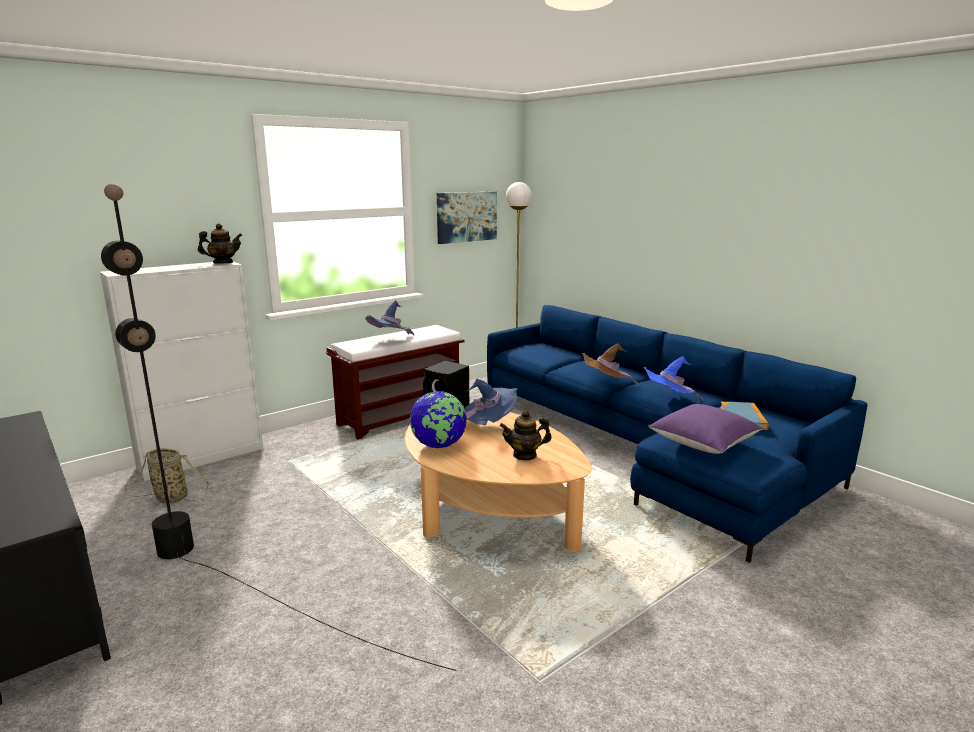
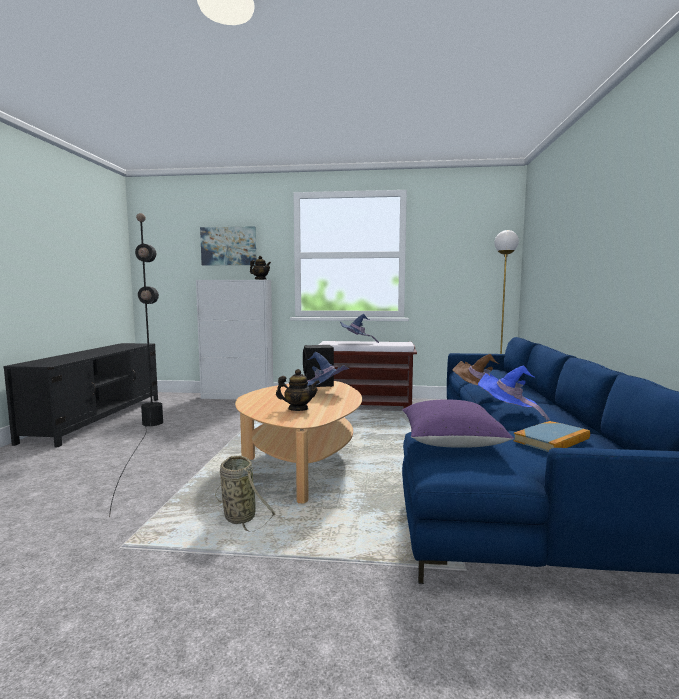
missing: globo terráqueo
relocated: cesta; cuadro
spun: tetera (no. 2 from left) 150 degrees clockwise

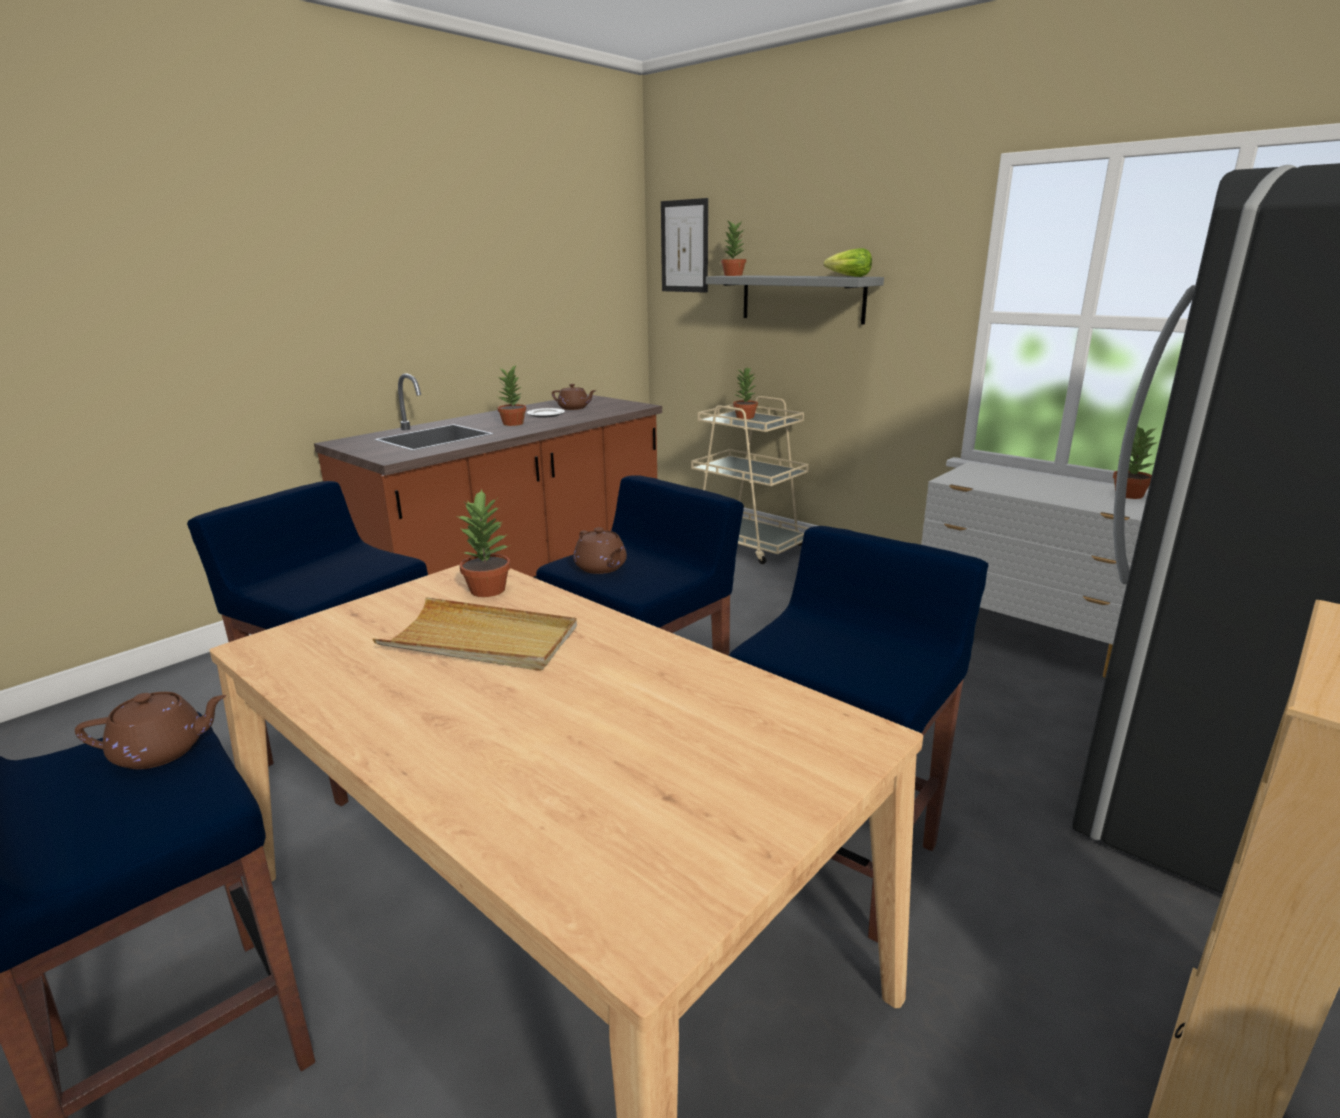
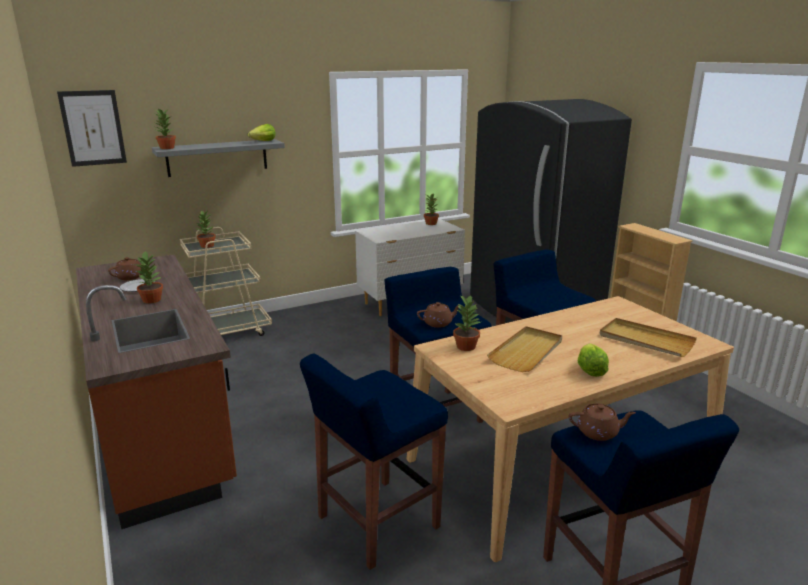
appeared: lechuga (no. 2 from left); bandeja [beis] (no. 2 from left)
spun: tetera [marrón] (no. 1 from left in the first image) 90 degrees clockwise

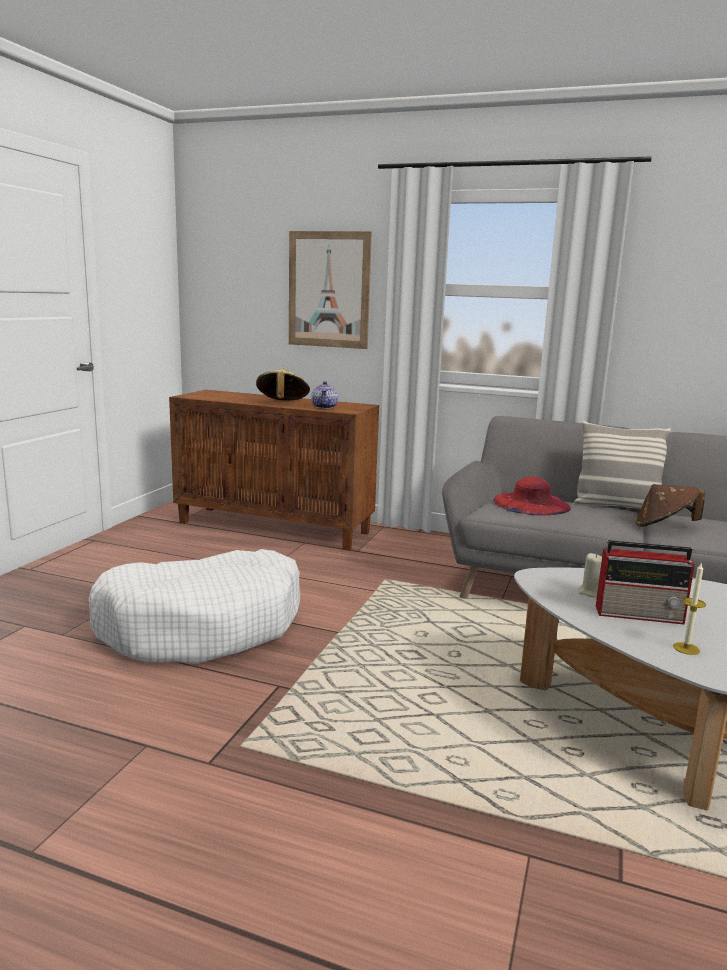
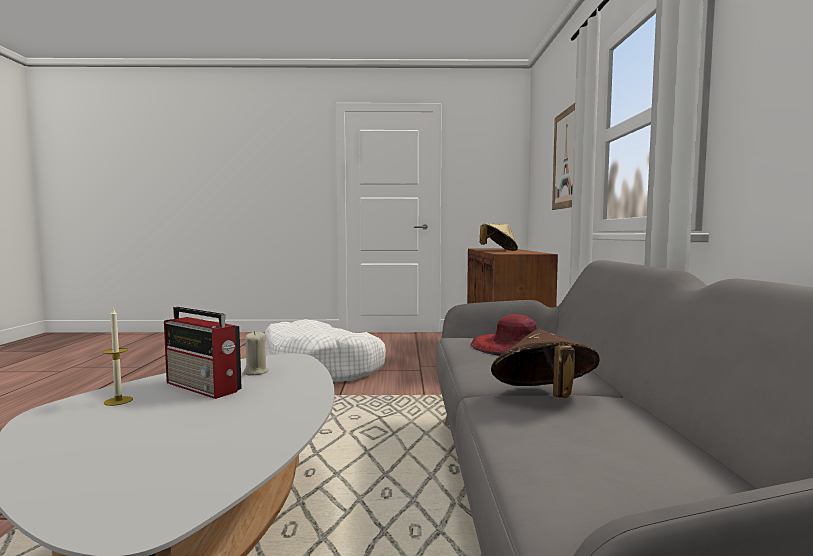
missing: tetera; cojín
spun: radio 45 degrees counterclockwise

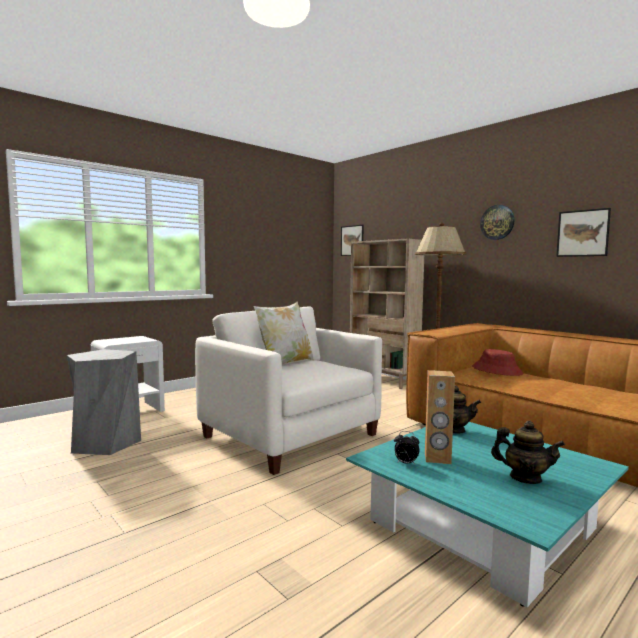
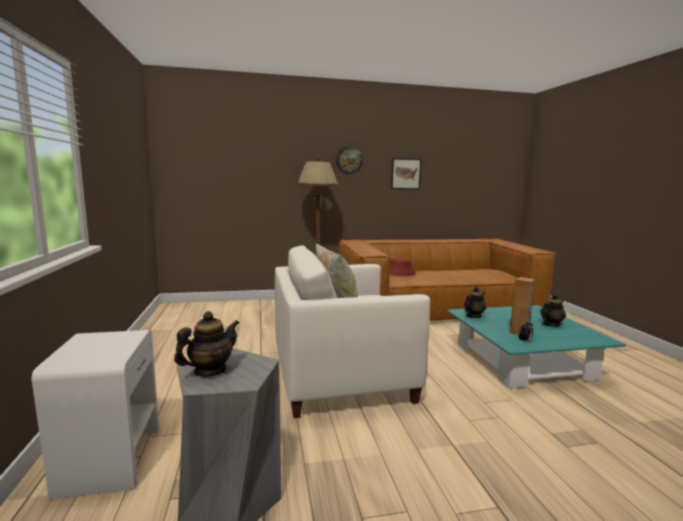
missing: cuadro (no. 1 from left); estantería [beis]
appeared: tetera (no. 1 from left)

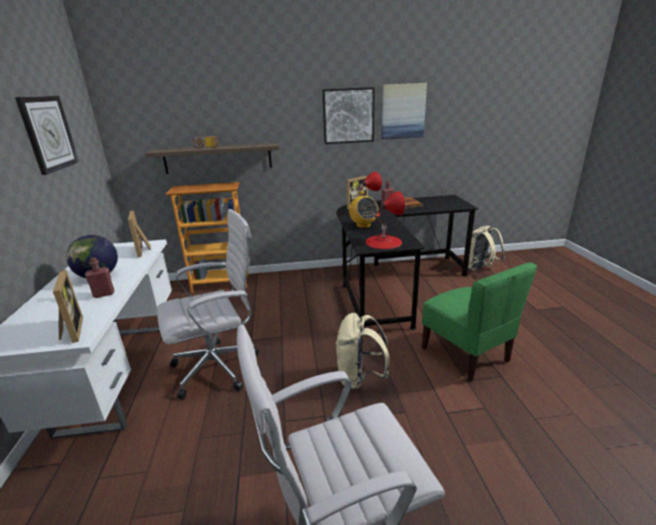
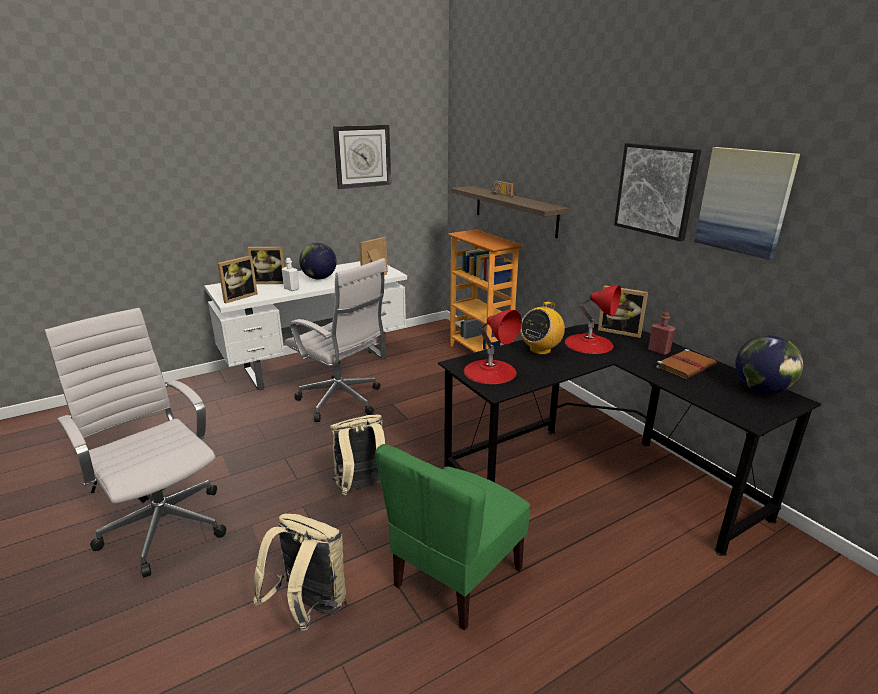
appeared: portarretratos (no. 2 from left); globo terráqueo (no. 2 from left)
relocated: mochila [beis] (no. 2 from left in the first image) to mochila [beis] (no. 1 from left)
colour: botella [rojo] (no. 1 from left) to botella [blanco]

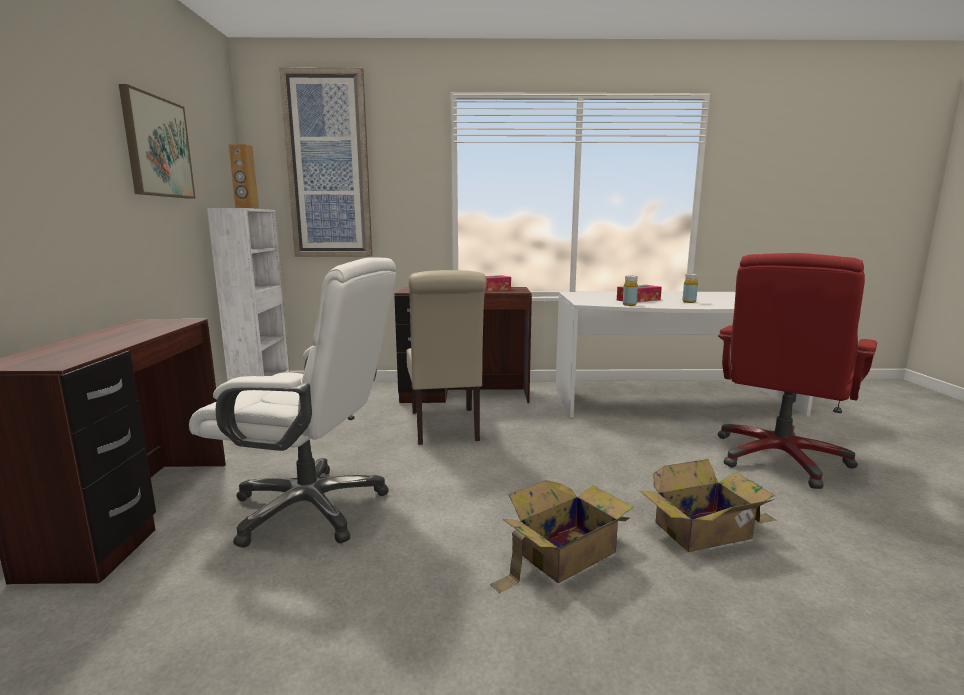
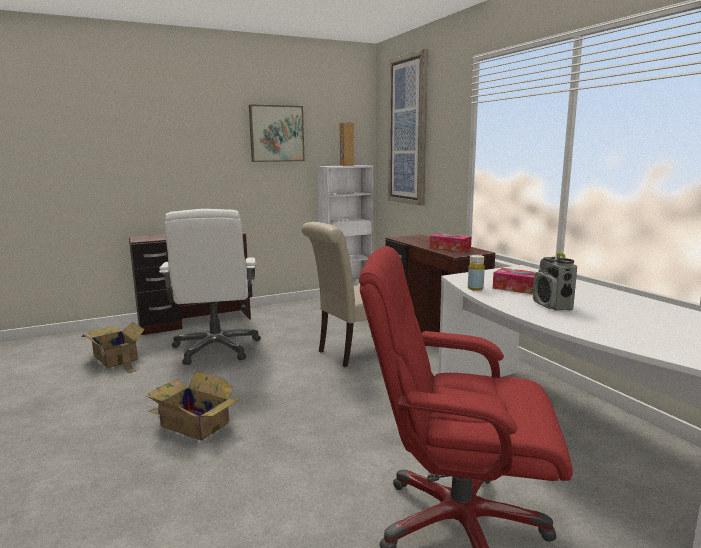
relocated: caja de cartón (no. 2 from left in the first image) to caja de cartón (no. 1 from left)
exchanged: botella [amarillo] (no. 2 from left) to radio

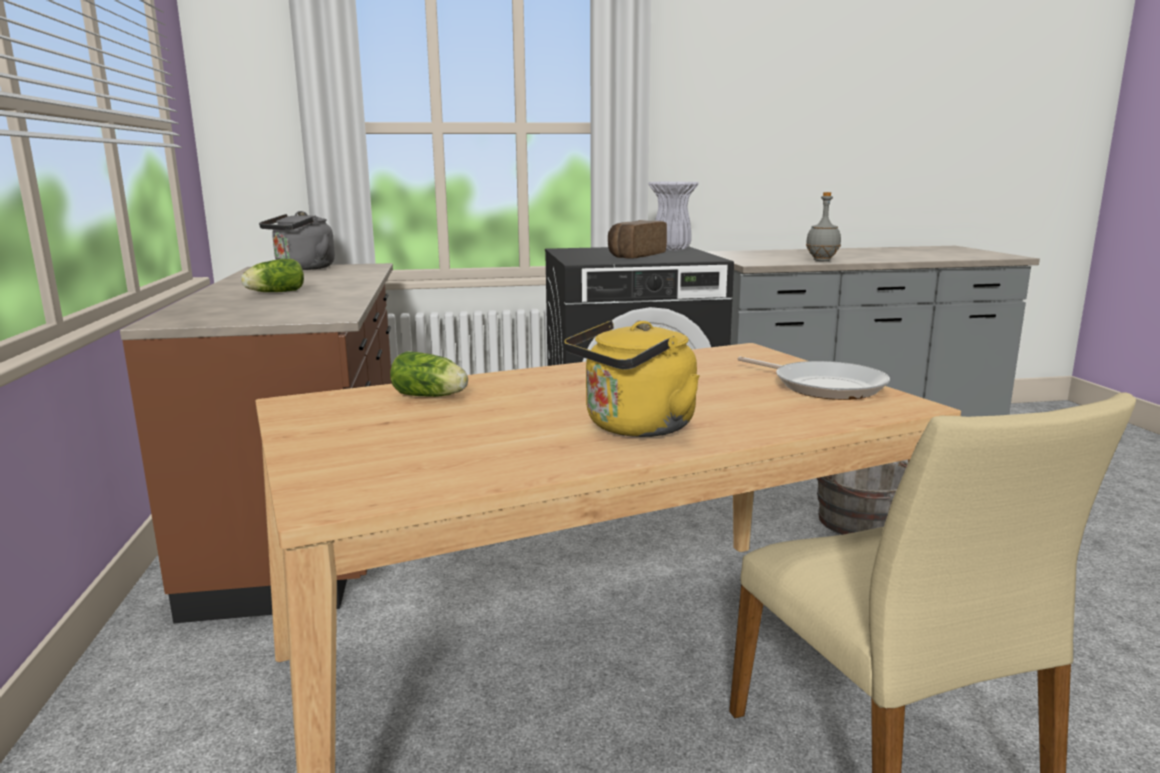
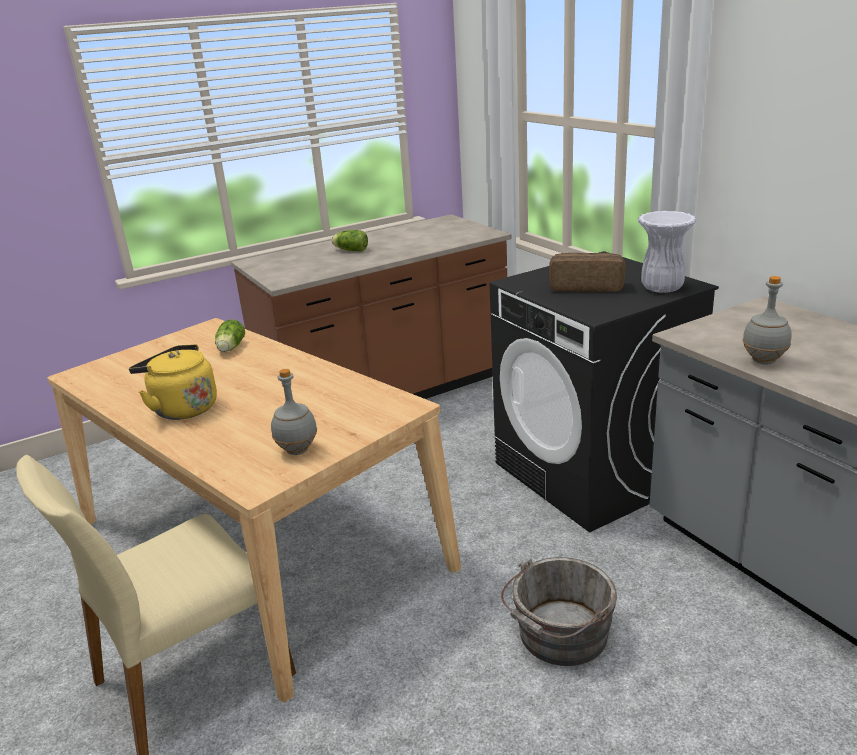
missing: hervidor [gris]
exchanged: sartén to botella [gris] (no. 1 from left)

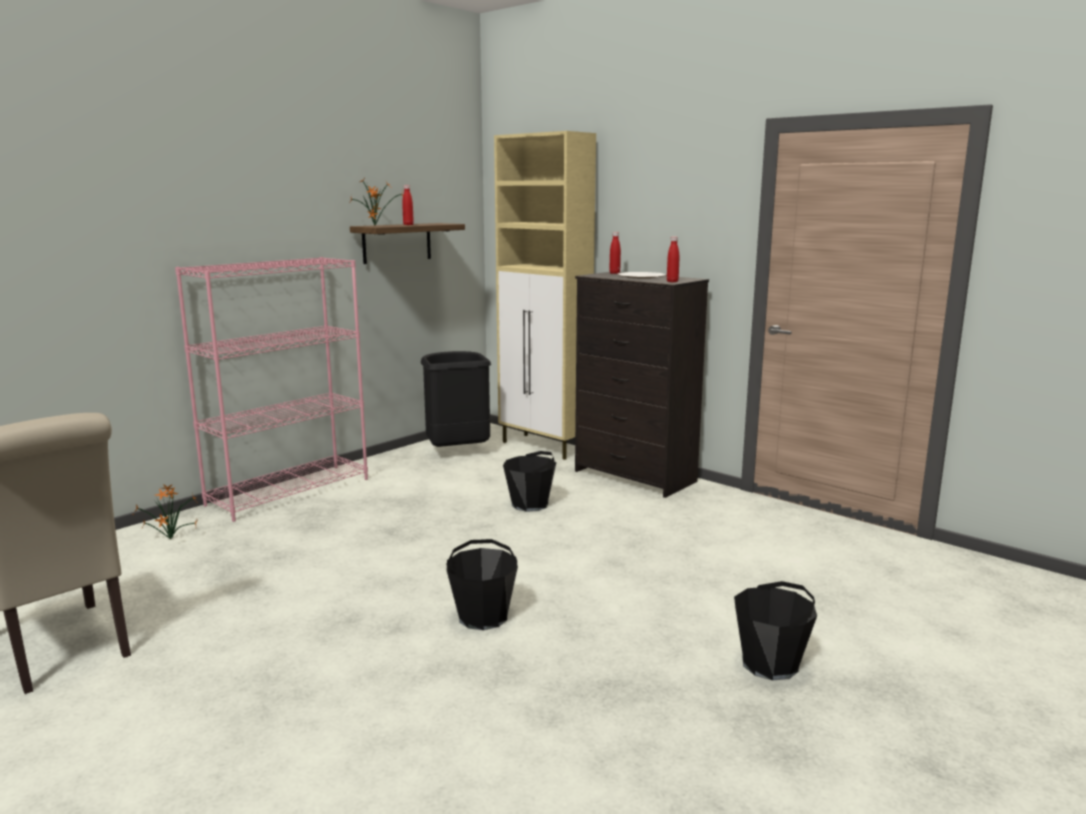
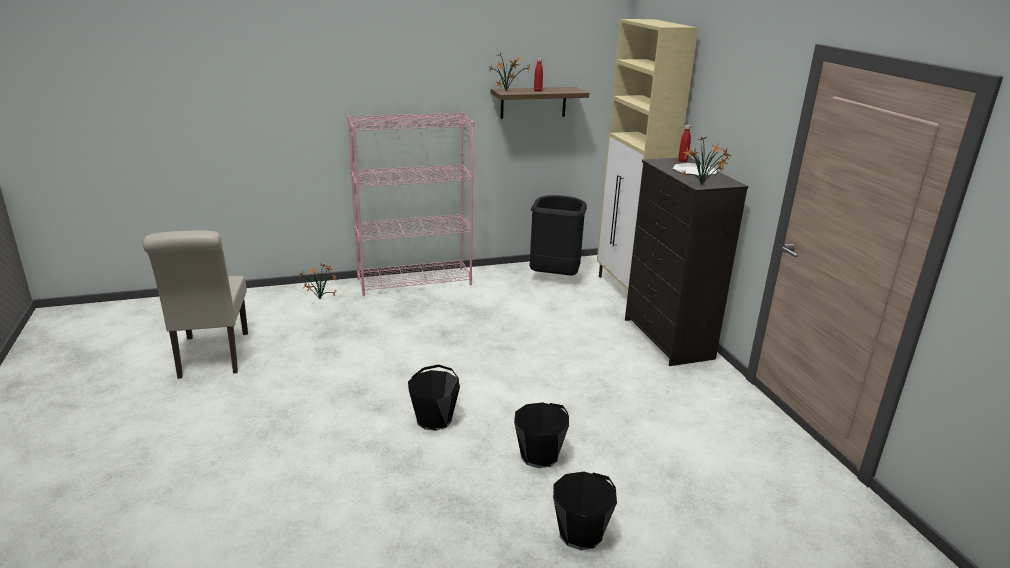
relocated: cubo [negro] (no. 2 from left)
exchanged: botella [rojo] (no. 3 from left) to planta en maceta (no. 3 from left)

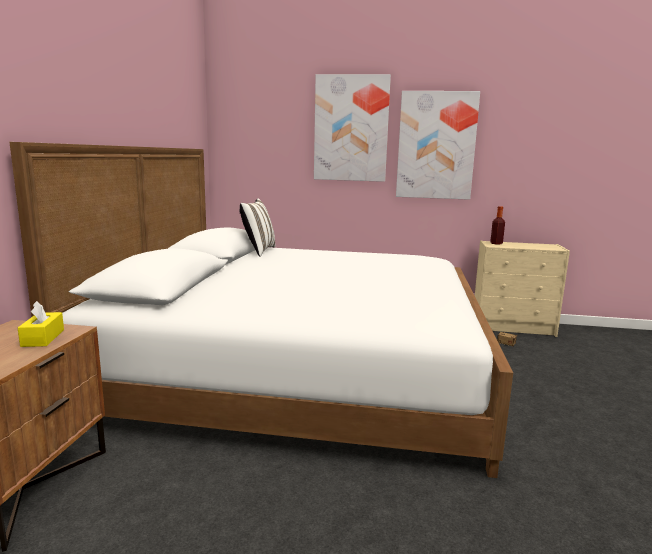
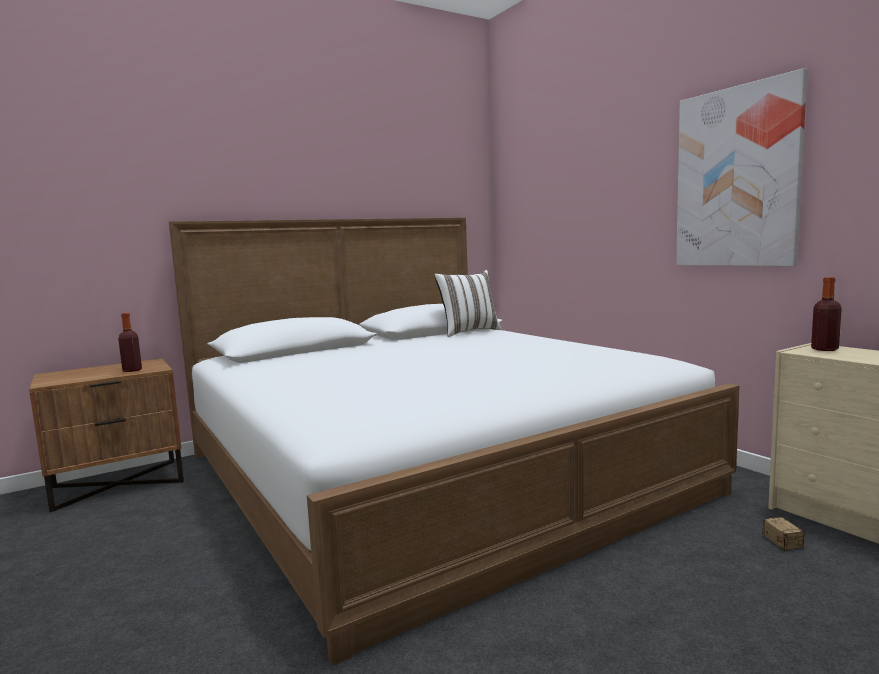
missing: cuadro (no. 1 from left)
exchanged: caja de pañuelos [amarillo] to botella (no. 1 from left)

